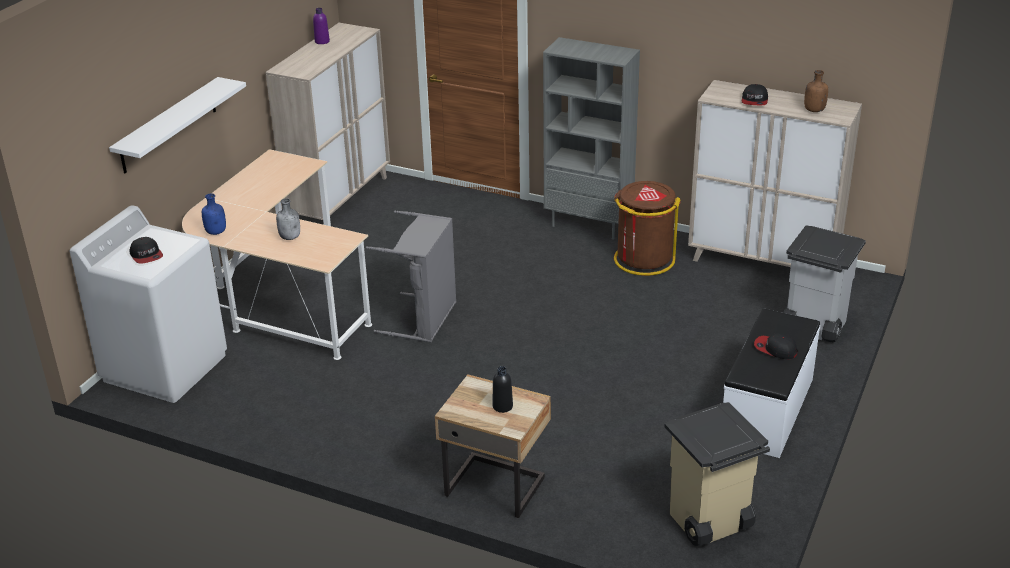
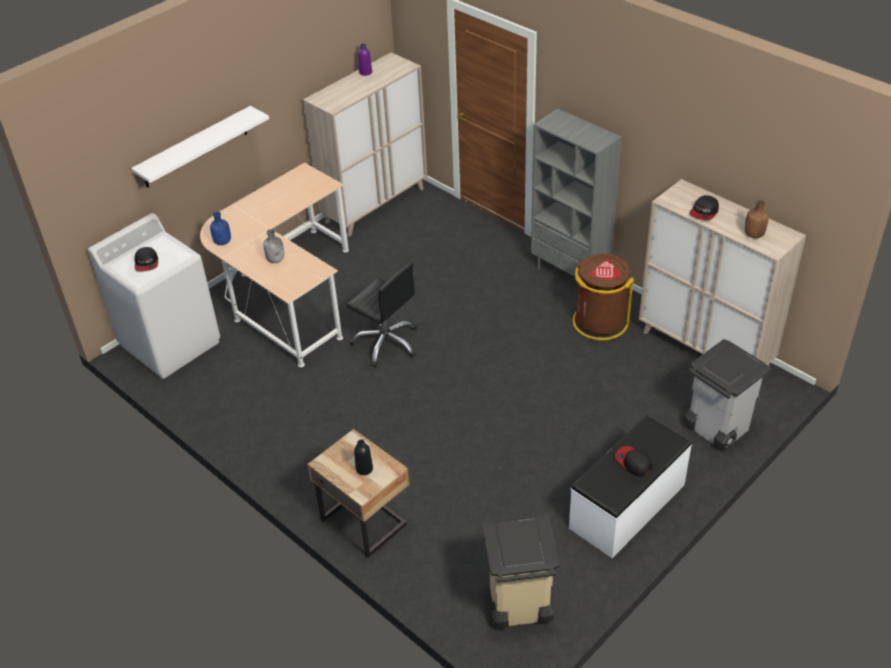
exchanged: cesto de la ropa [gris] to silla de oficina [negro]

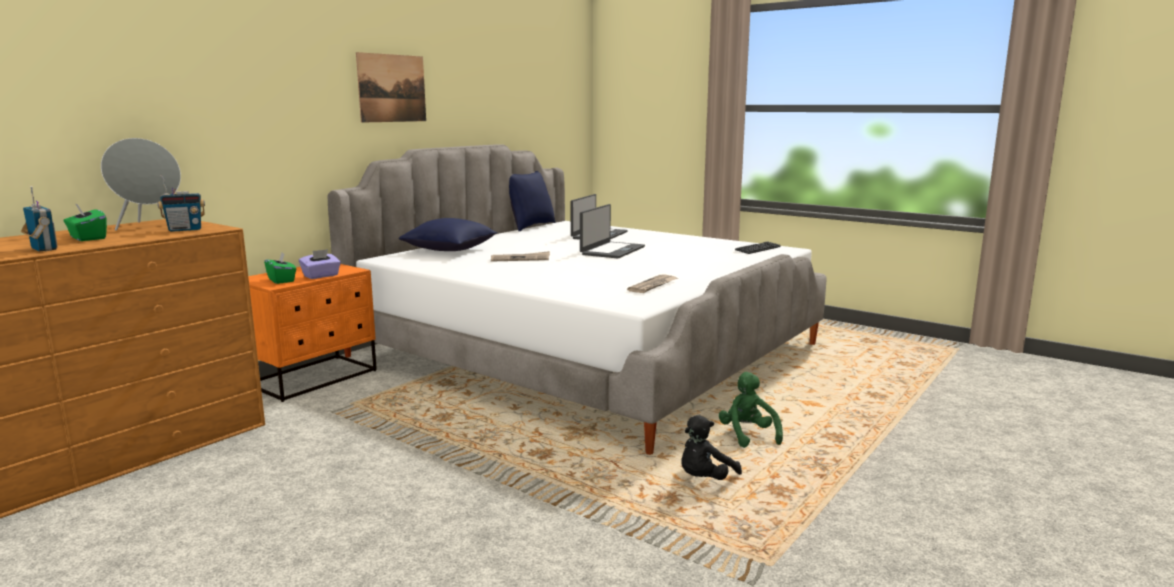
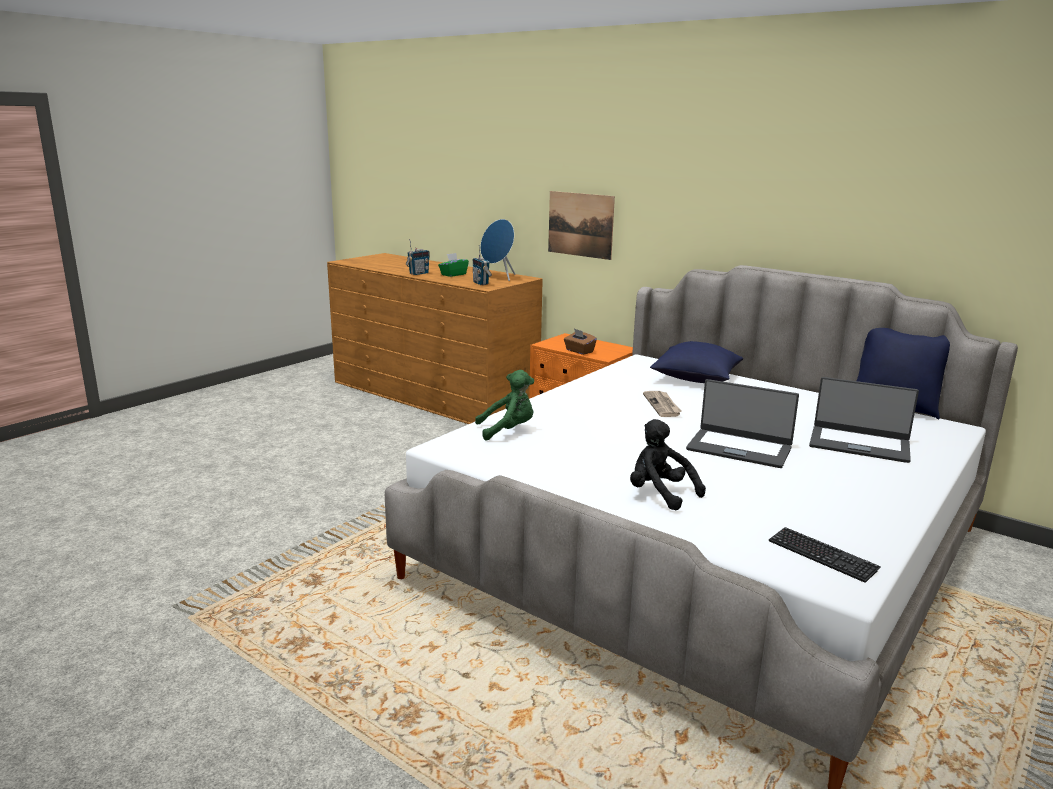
missing: caja de pañuelos [verde] (no. 2 from left); periódico (no. 2 from left)
relocated: cuadro; peluche [negro]; peluche [verde]
colour: altavoz [gris] to altavoz [azul]; caja de pañuelos [morado] to caja de pañuelos [marrón]

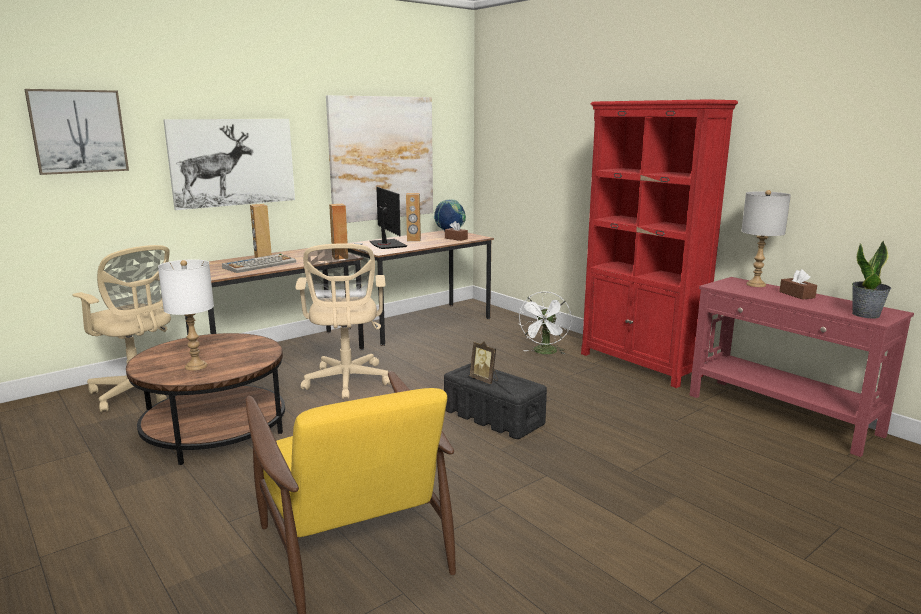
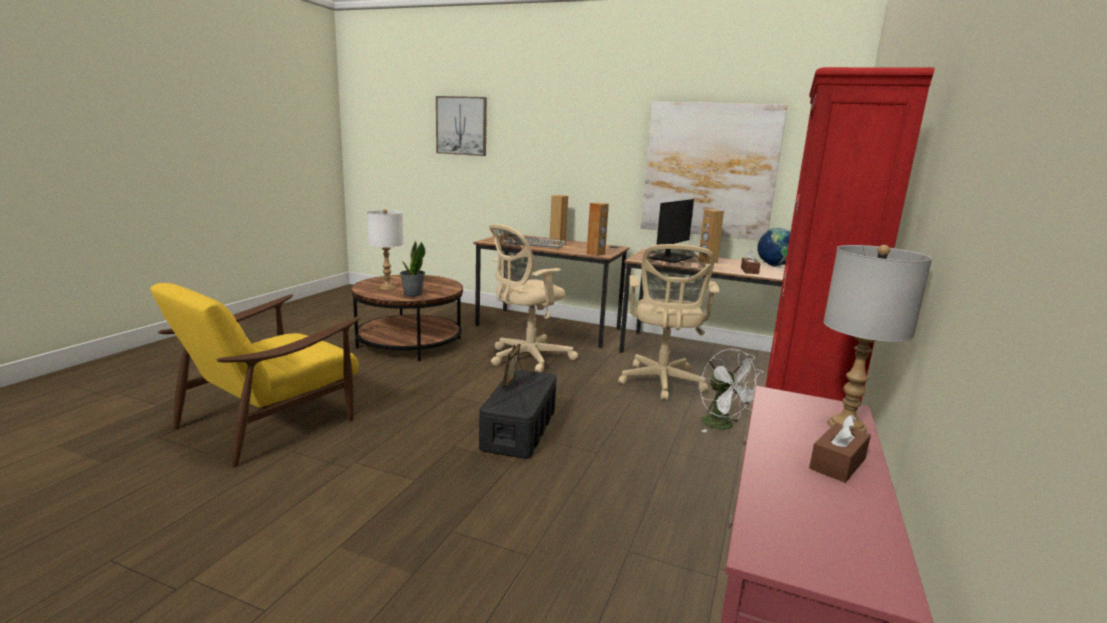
missing: cuadro (no. 2 from left)
relocated: silla de oficina [beis] (no. 1 from left in the first image) to silla de oficina [beis] (no. 2 from left); planta en maceta
spun: ventilador [blanco] 105 degrees counterclockwise

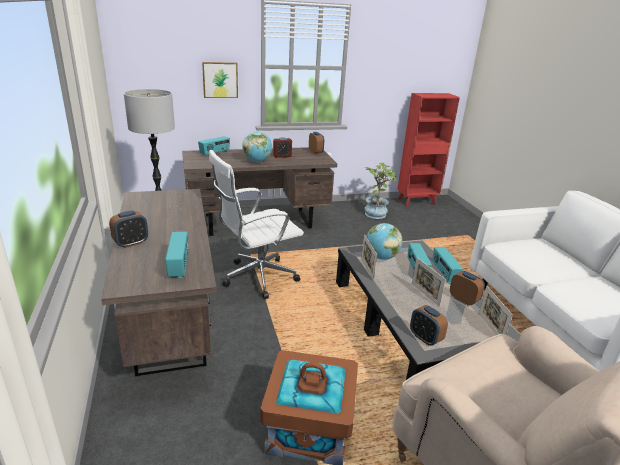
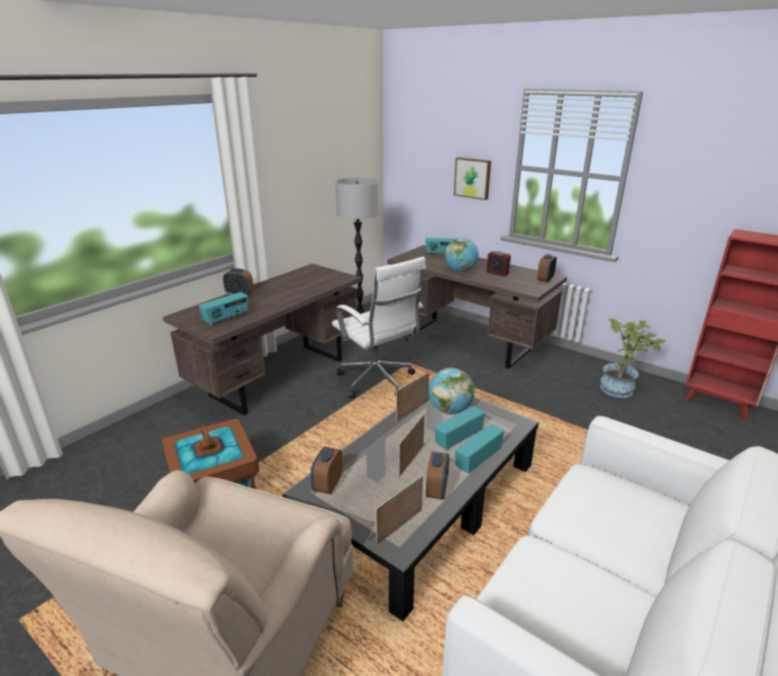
spun: silla de oficina [blanco] 150 degrees counterclockwise

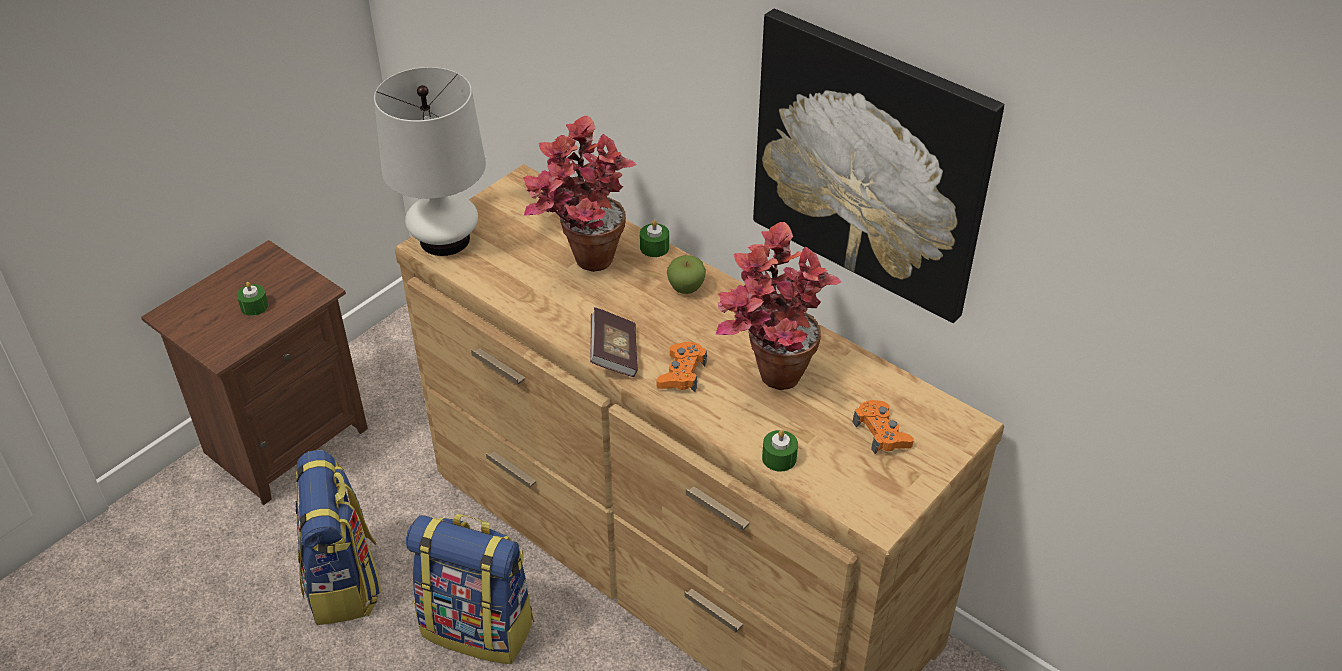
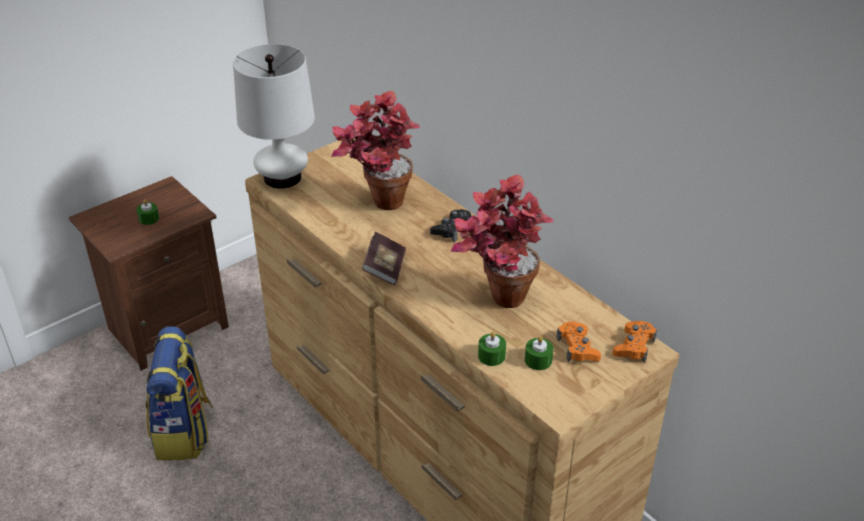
missing: mochila (no. 2 from left); cuadro
relocated: vela [verde] (no. 2 from left in the first image) to vela [verde] (no. 3 from left); mando de consola [naranja] (no. 1 from left in the first image) to mando de consola [naranja] (no. 2 from left)
exchanged: manzana to mando de consola [negro]

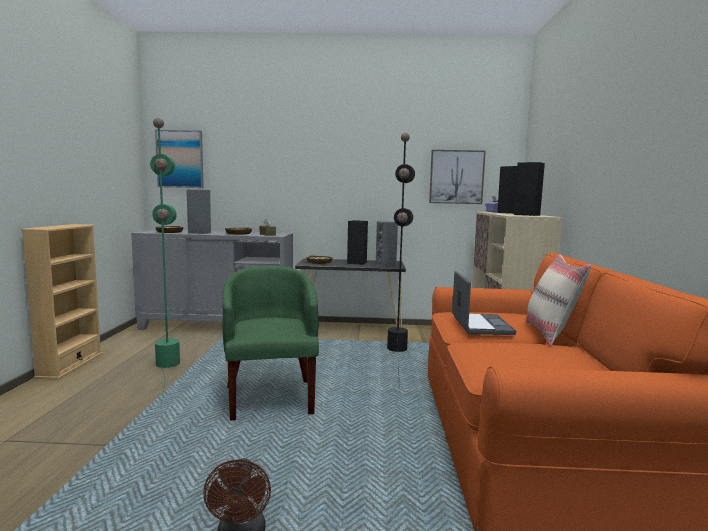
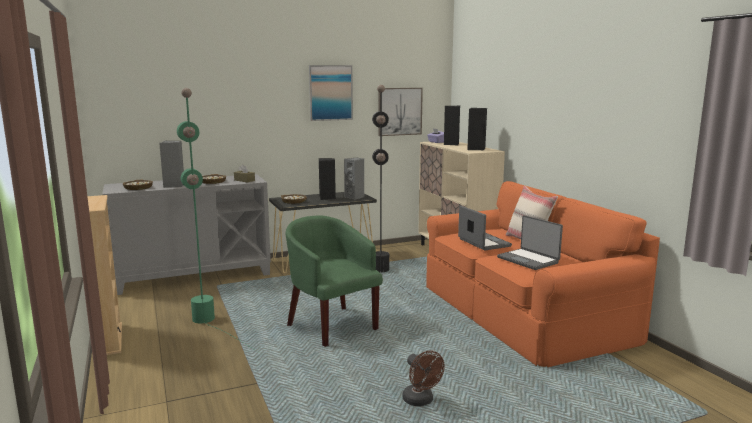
appeared: portátil (no. 2 from left)
relocated: cuadro (no. 1 from left)

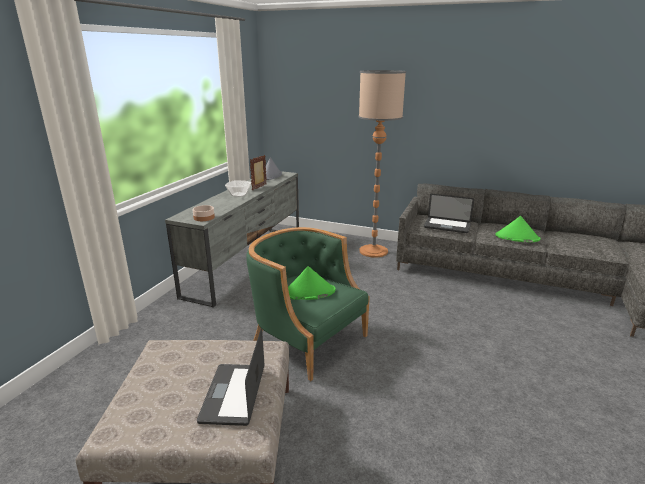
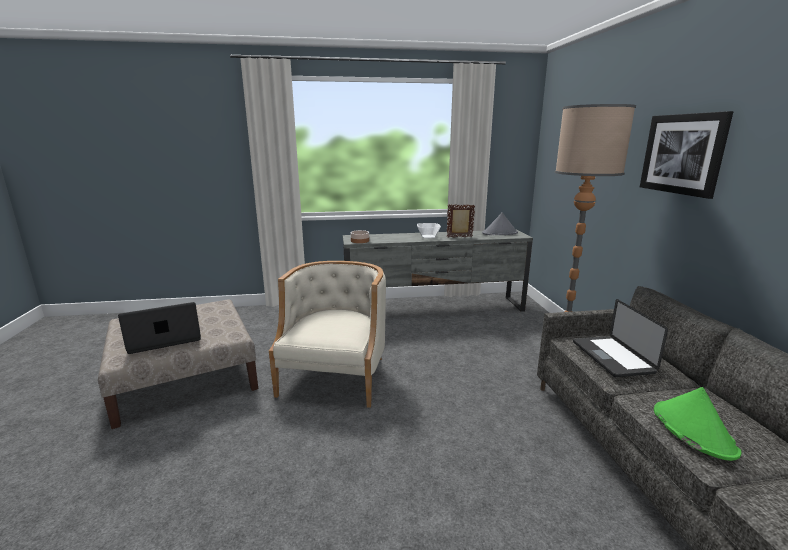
missing: sombrero [verde] (no. 1 from left)
appeared: cuadro
colour: sillón [verde] to sillón [beis]

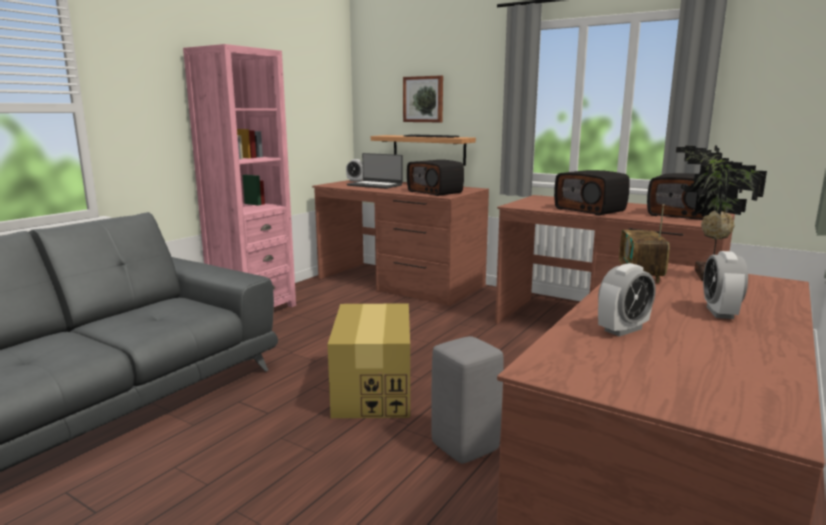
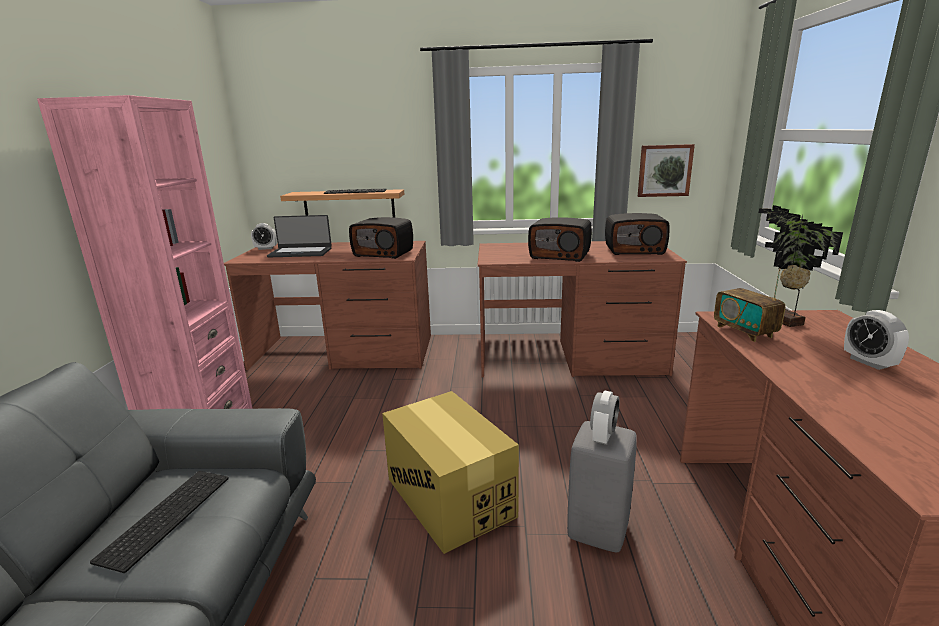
appeared: teclado (no. 1 from left)
relocated: cuadro; despertador (no. 2 from left)

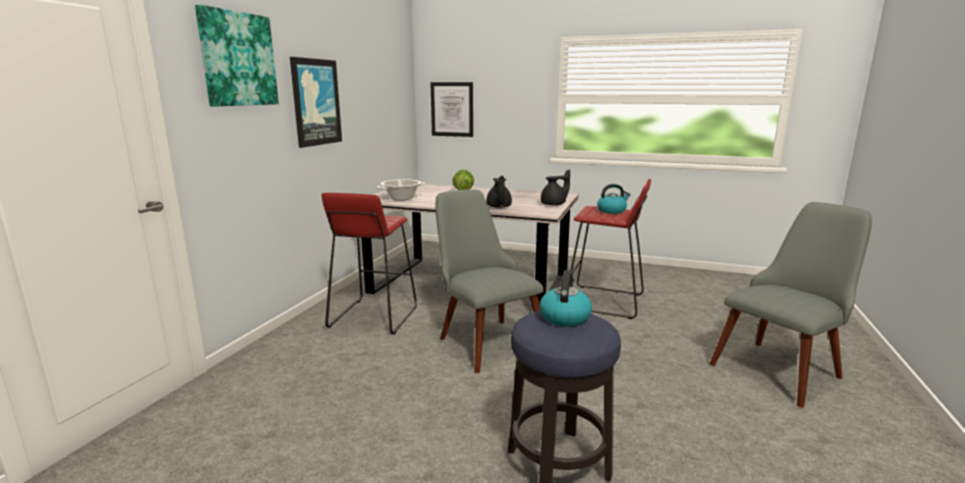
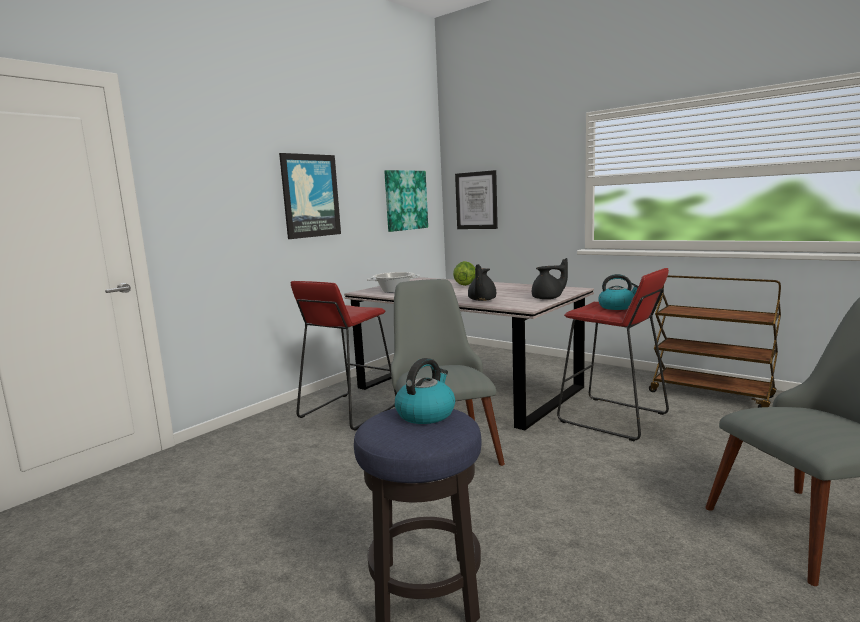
appeared: carrito [marrón]
relocated: cuadro (no. 1 from left in the first image) to cuadro (no. 2 from left)

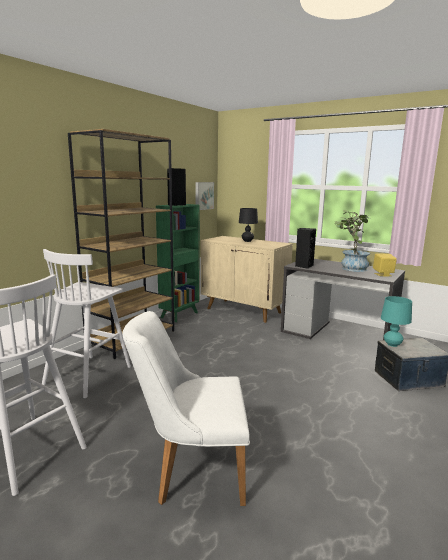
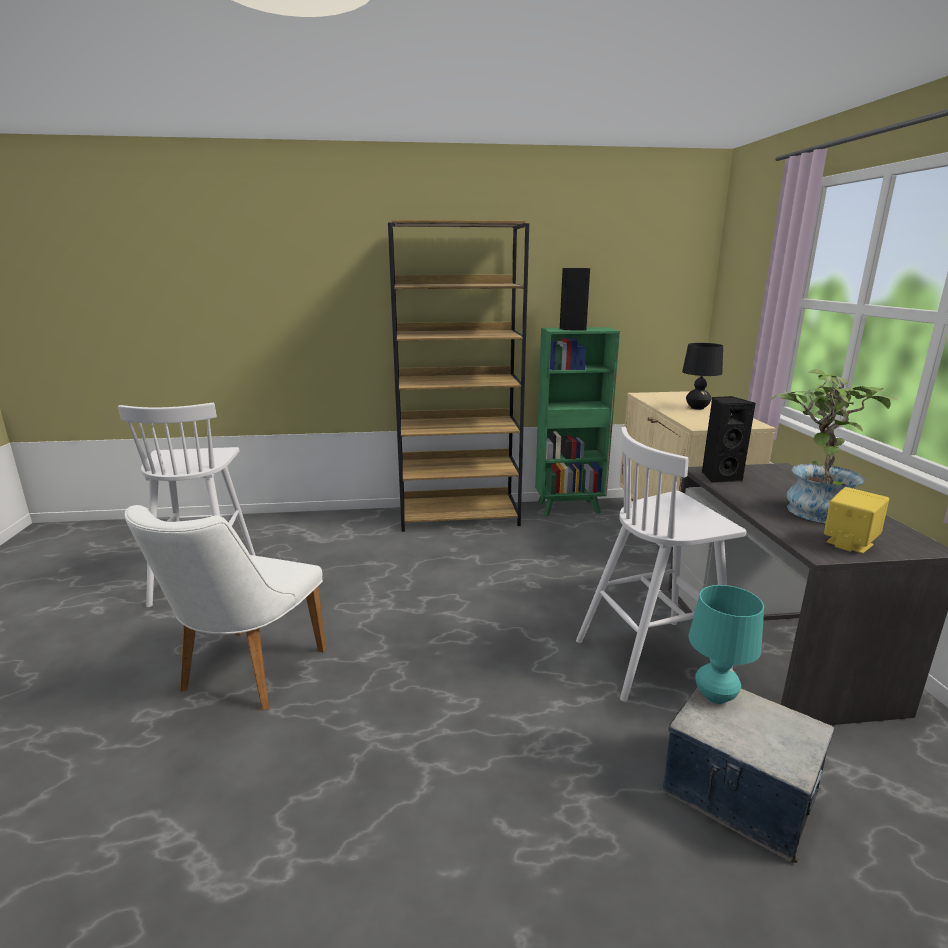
missing: cuadro
relocated: taburete [blanco] (no. 2 from left)
spun: silla [blanco] 120 degrees counterclockwise

